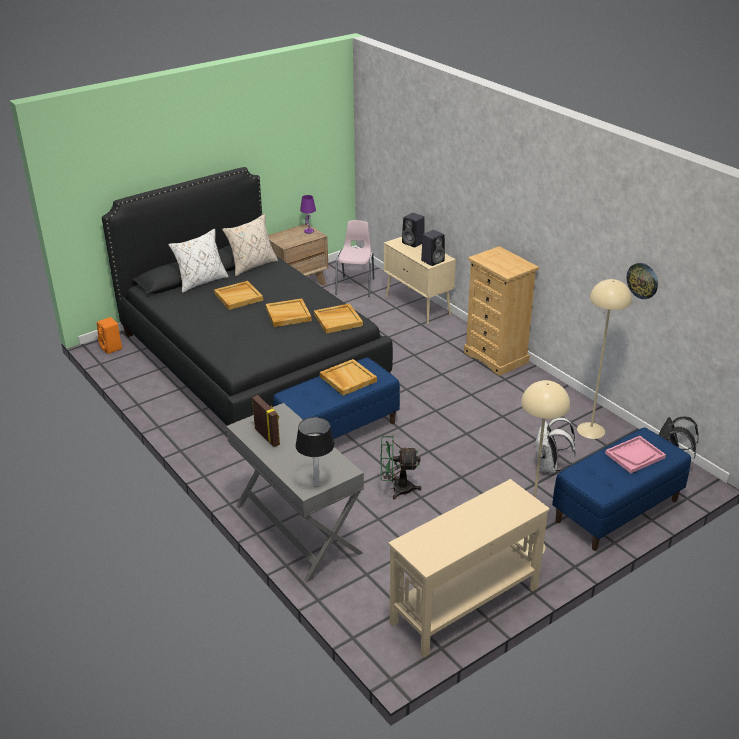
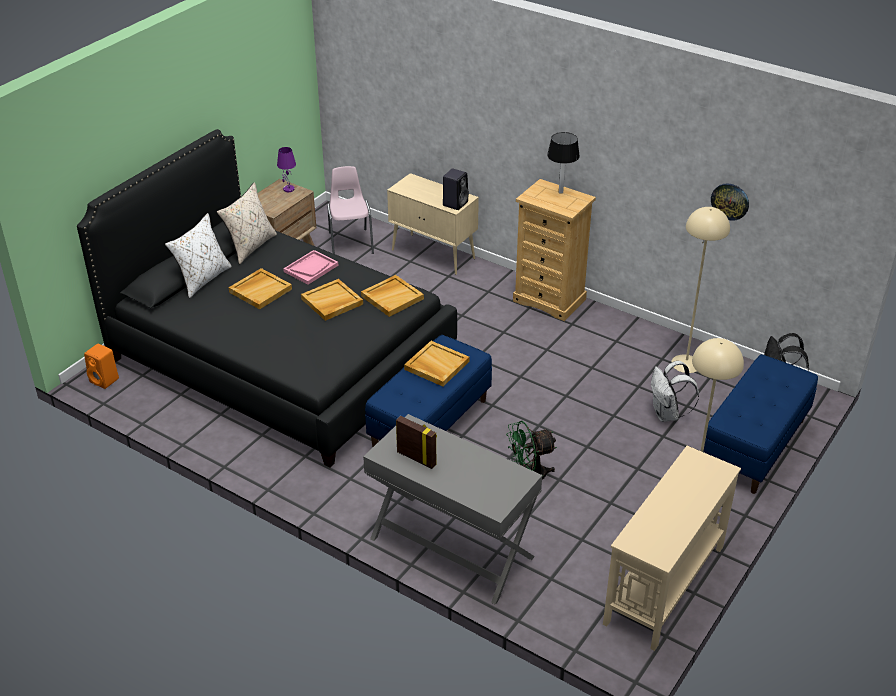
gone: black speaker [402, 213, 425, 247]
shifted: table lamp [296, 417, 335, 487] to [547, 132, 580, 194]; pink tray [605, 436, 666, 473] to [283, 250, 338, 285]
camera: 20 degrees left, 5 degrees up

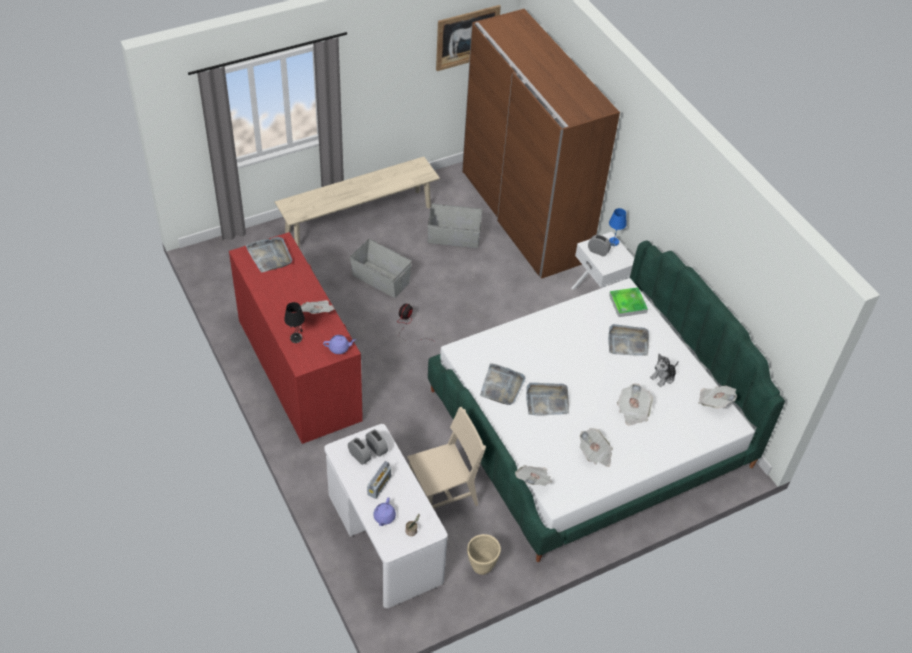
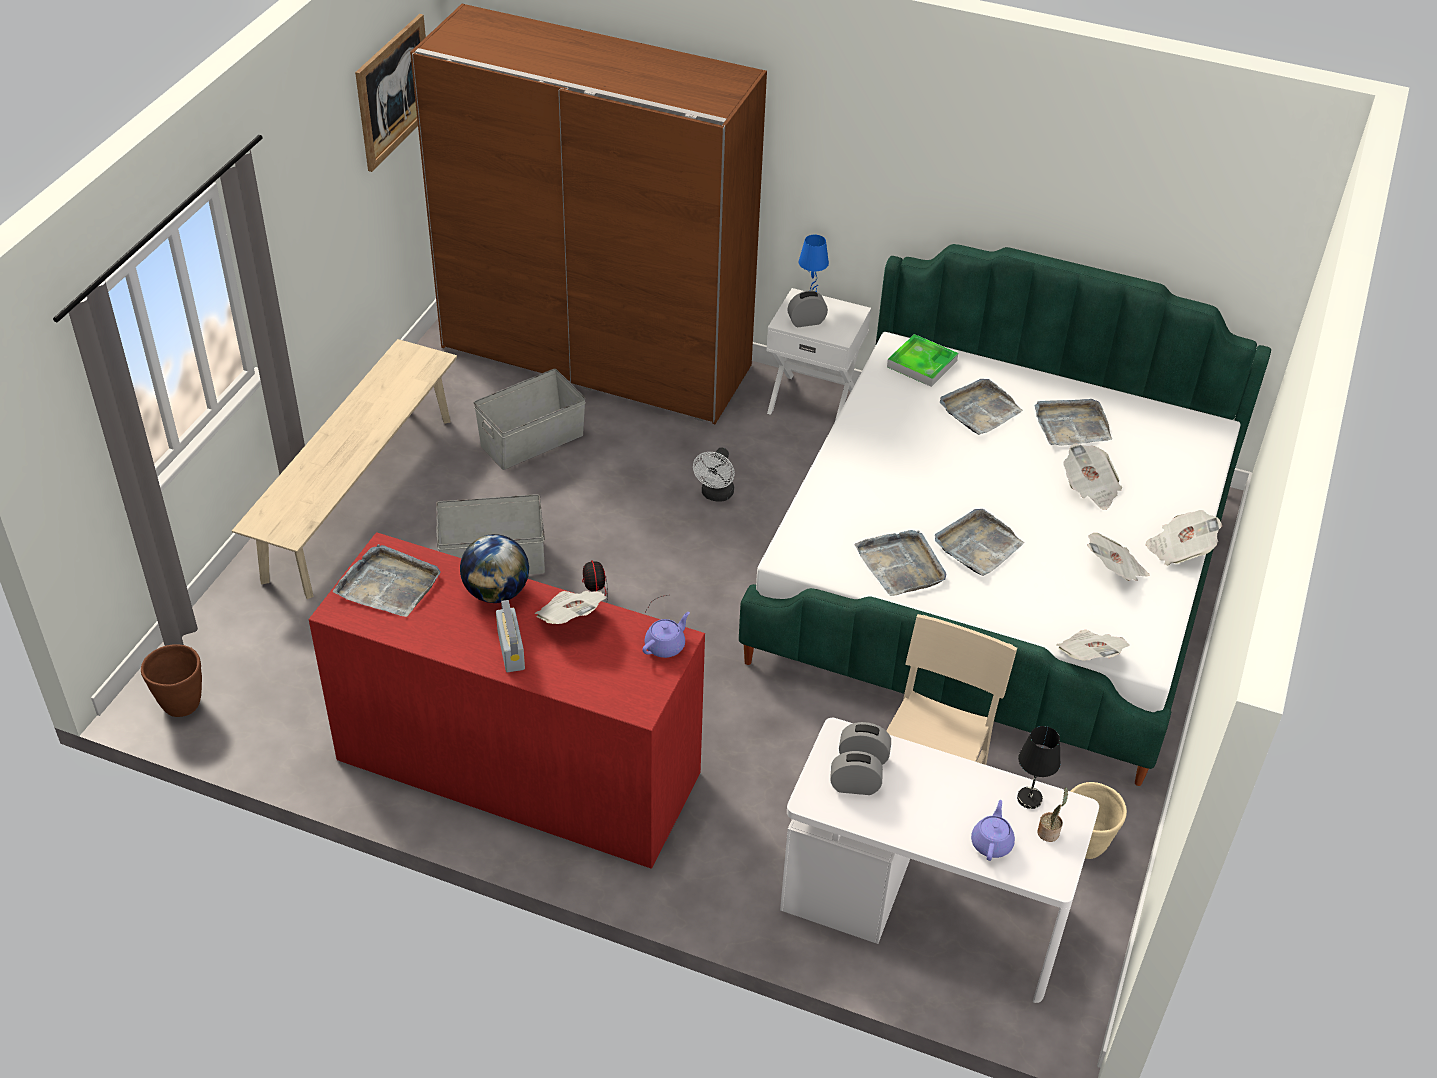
new: brown planter [141, 644, 202, 717]; globe [460, 534, 529, 603]; white fan [693, 448, 735, 502]
shifted: black table lamp [284, 302, 305, 343] to [1017, 726, 1060, 809]; radio [367, 461, 391, 499] to [496, 600, 525, 672]; newspaper [698, 386, 737, 408] to [1146, 510, 1222, 566]
swapped: plush toy [650, 354, 678, 387] to grey tray [1035, 399, 1112, 446]
rotated: purple teapot [373, 497, 396, 526] = [971, 800, 1015, 861] 135 degrees counterclockwise
camera: 40 degrees left, 5 degrees down

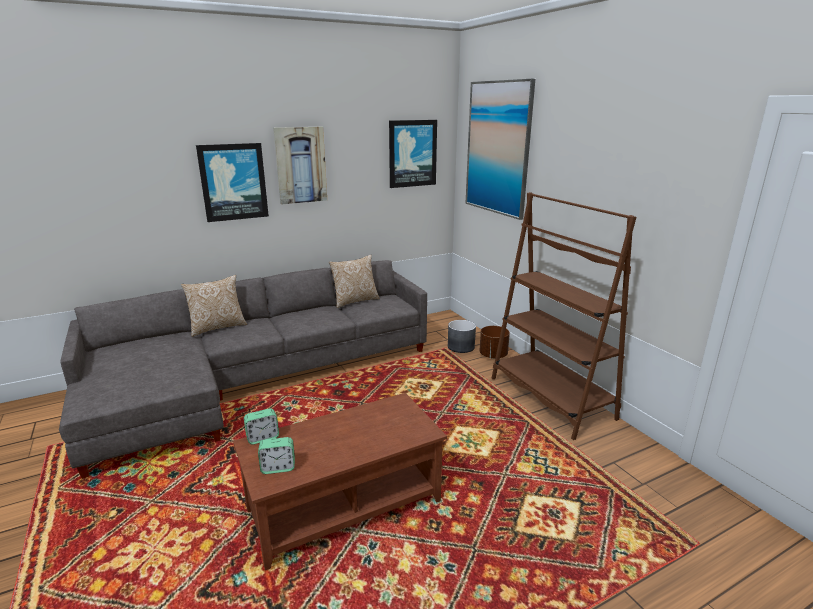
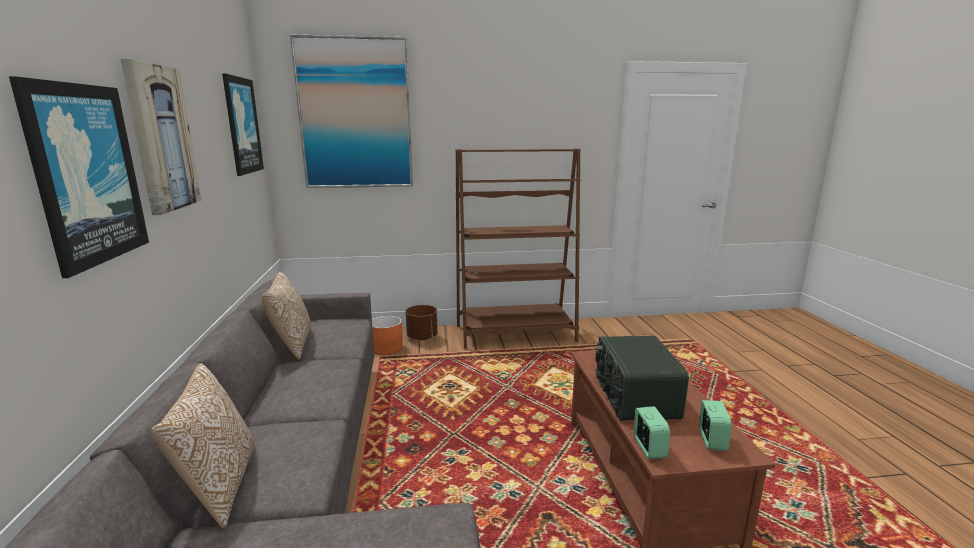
new: radio [595, 336, 689, 421]
repainted: grey planter [448, 320, 476, 353] to orange planter [372, 316, 403, 355]
camera: 70 degrees left, 5 degrees down

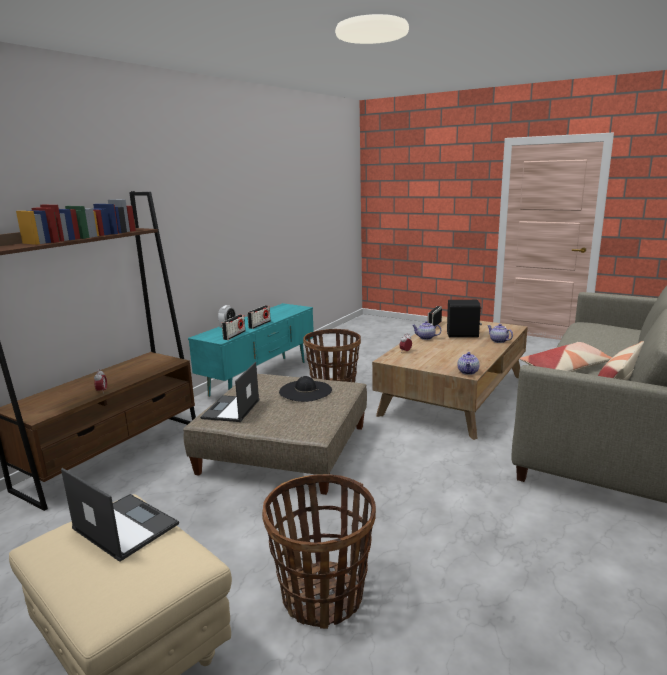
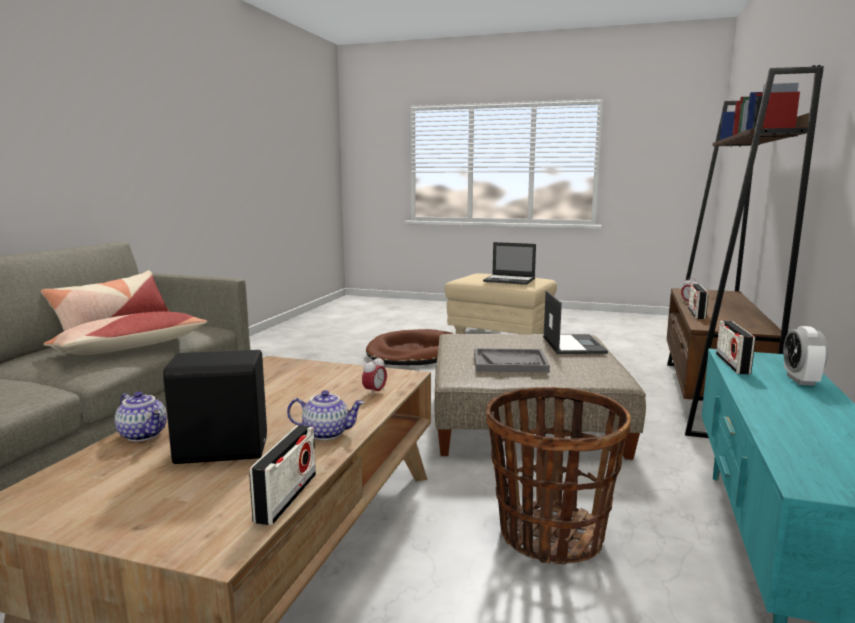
gone: teapot [457, 352, 479, 375]
shifted: radio [247, 305, 271, 329] to [688, 283, 708, 319]
swapped: basket [262, 474, 376, 629] to brown dog bed [366, 329, 454, 365]; black hat [279, 376, 332, 402] to grey tray [474, 348, 550, 373]
camera: 165 degrees right, 5 degrees down

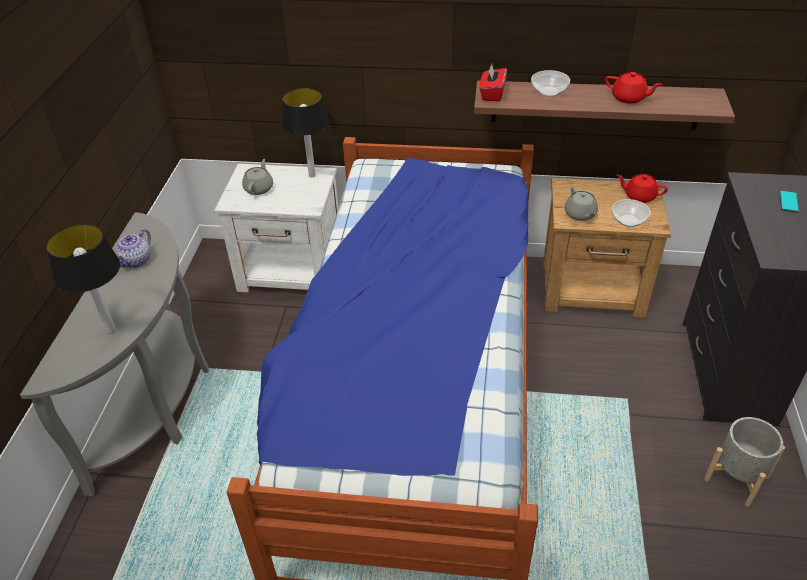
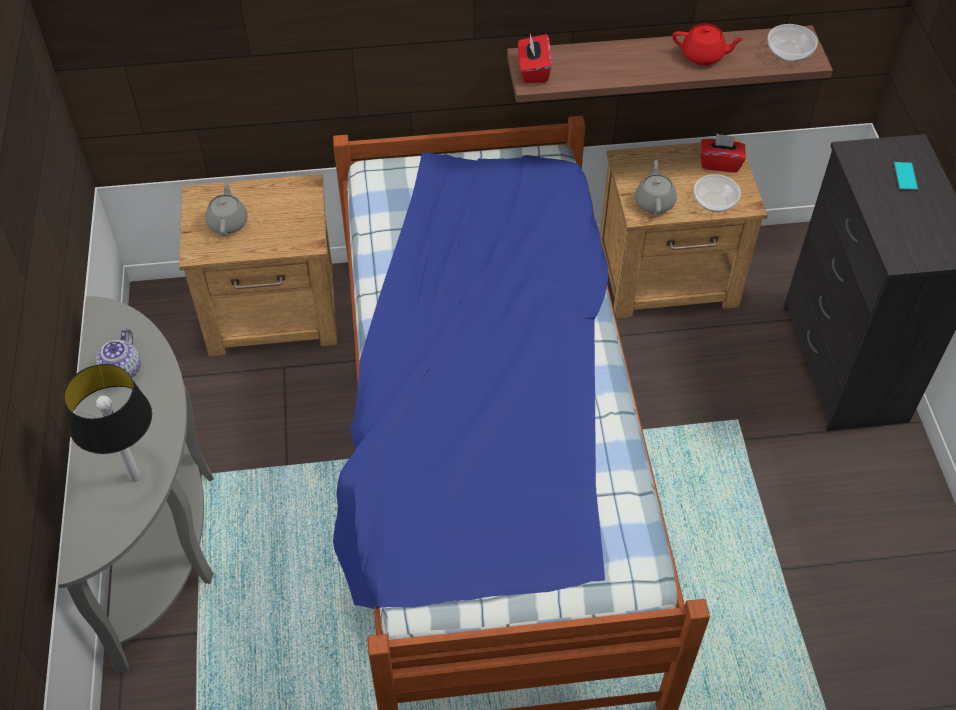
gone: table lamp [282, 88, 329, 177]; grey planter [704, 417, 785, 507]
shifted: bowl [531, 70, 570, 97] to [768, 24, 818, 62]
swapped: red teapot [617, 174, 668, 203] to red tissue box [700, 133, 746, 172]
repainted: white nightstand [214, 164, 338, 293] to brown nightstand [179, 174, 338, 357]
rotated: grey teapot [565, 187, 598, 221] = [635, 160, 677, 215] 150 degrees counterclockwise
camera: 15 degrees left, 10 degrees up

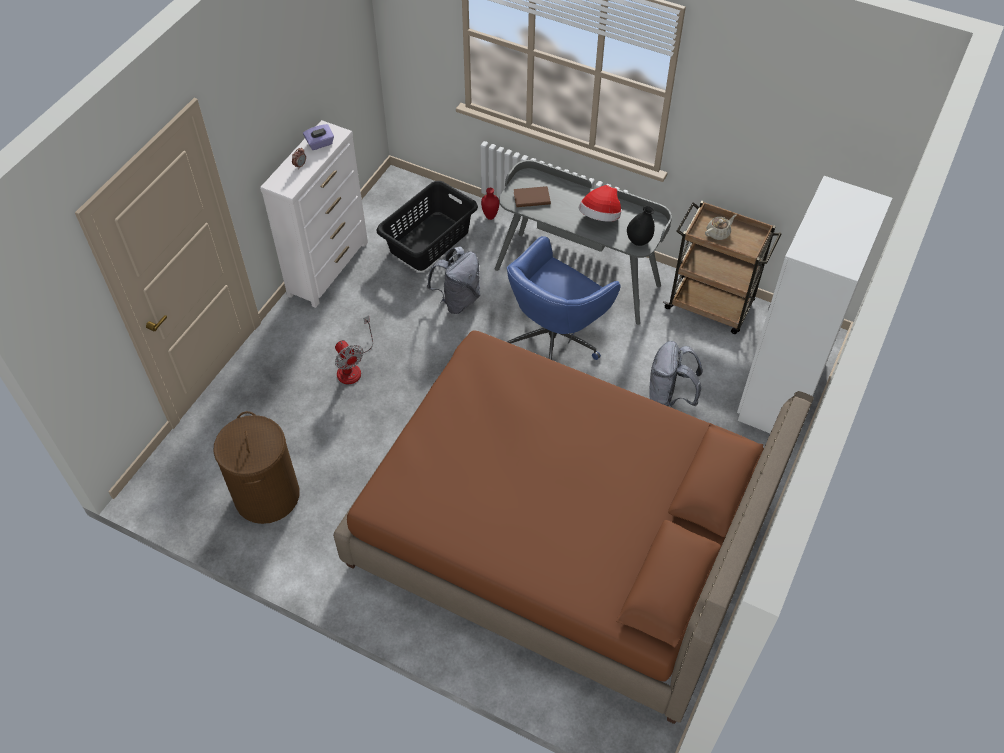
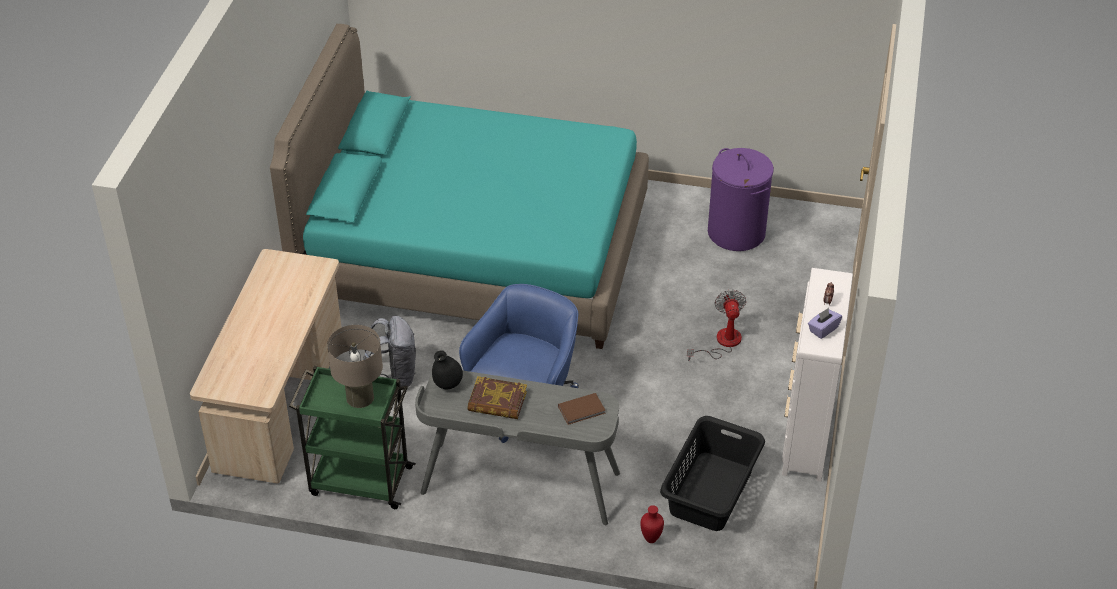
gone: grey backpack [427, 246, 480, 314]
swapped: hat [579, 185, 621, 222] to book [468, 376, 527, 419]; beige teapot [705, 214, 737, 240] to beige table lamp [327, 325, 383, 408]; white wardrobe [737, 176, 892, 433] to beige desk [190, 249, 342, 484]
repainted: brown laundry basket [213, 411, 300, 524] to purple laundry basket [708, 148, 774, 251]; brown bed [333, 330, 814, 724] to turquoise bed [270, 24, 649, 349]; brown cart [663, 201, 781, 334] to green cart [289, 366, 416, 509]
rotated: fan [335, 316, 373, 384] = [687, 290, 746, 361] 45 degrees clockwise
camera: 165 degrees right, 10 degrees down

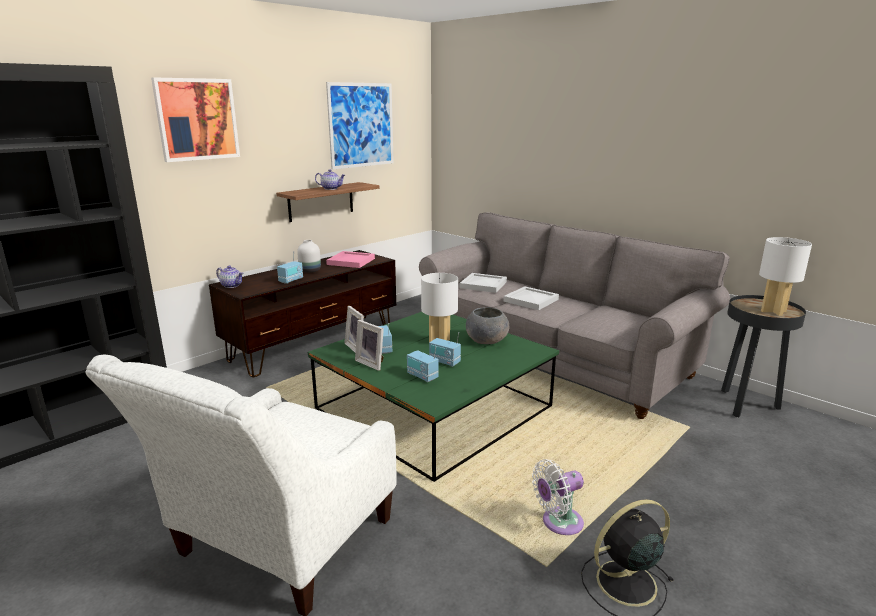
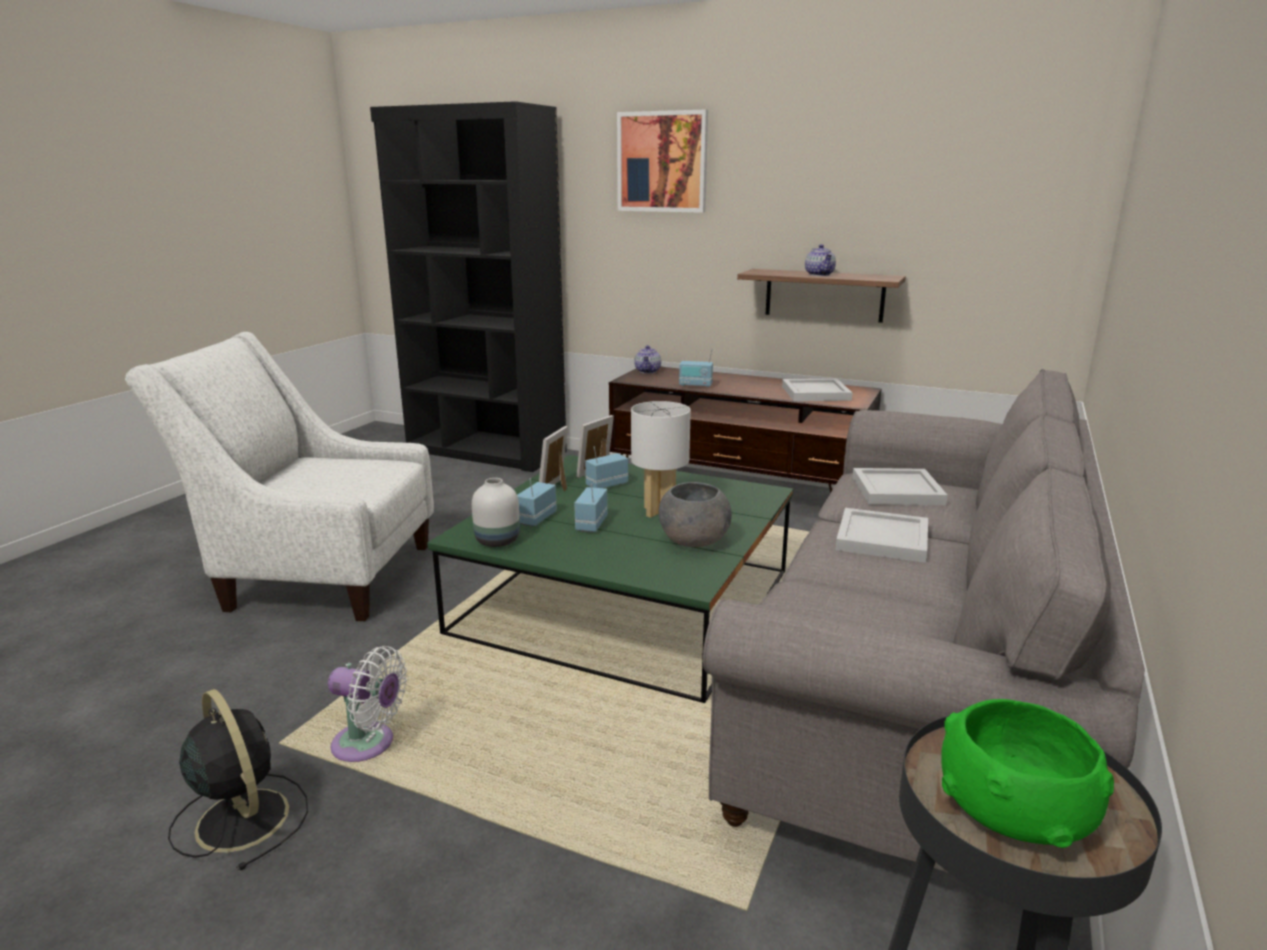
gone: picture [326, 82, 394, 170]
shifted: white vase [297, 240, 321, 273] to [472, 478, 520, 547]
swapped: white table lamp [759, 237, 812, 316] to green bowl [941, 699, 1114, 848]
repainted: pink tray [326, 251, 375, 268] to white tray [782, 379, 852, 401]
rotated: white fan [532, 459, 584, 535] = [328, 646, 407, 762] 150 degrees clockwise
camera: 70 degrees right, 0 degrees up

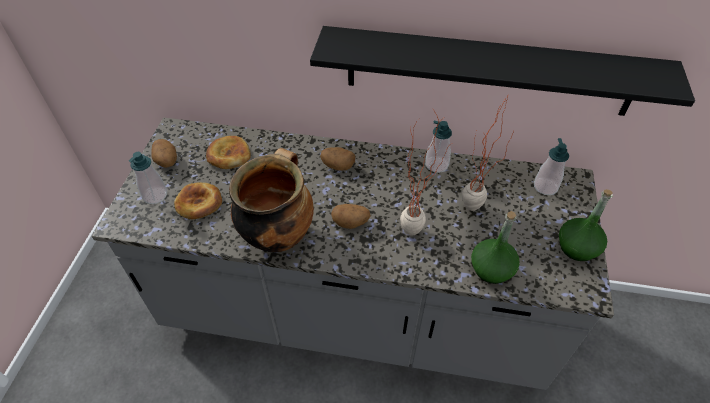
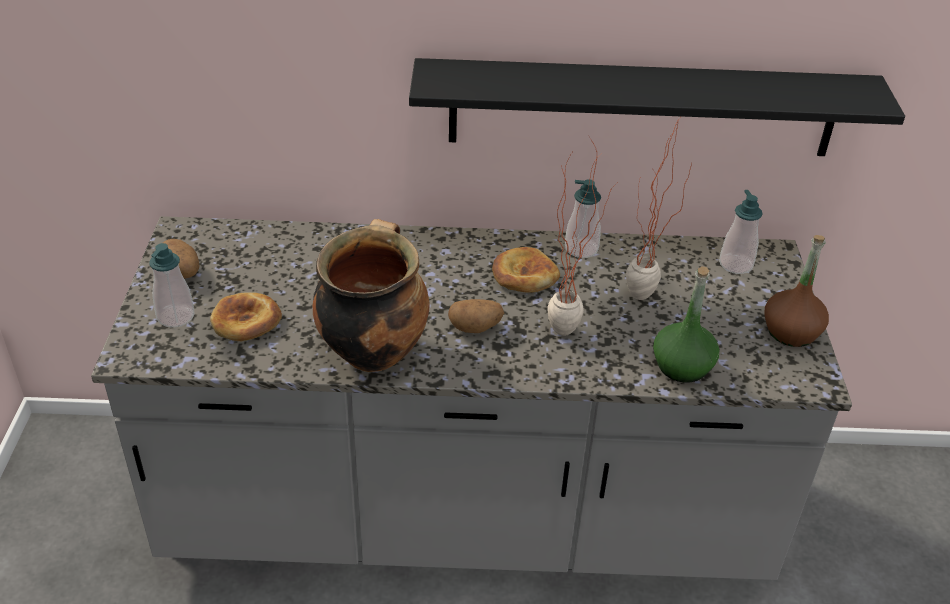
gone: potato [320, 147, 355, 170]
shifted: bread [206, 136, 251, 169] to [492, 247, 560, 293]
repainted: green bottle [559, 189, 613, 261] to brown bottle [764, 235, 829, 347]
camera: 10 degrees left, 10 degrees down

